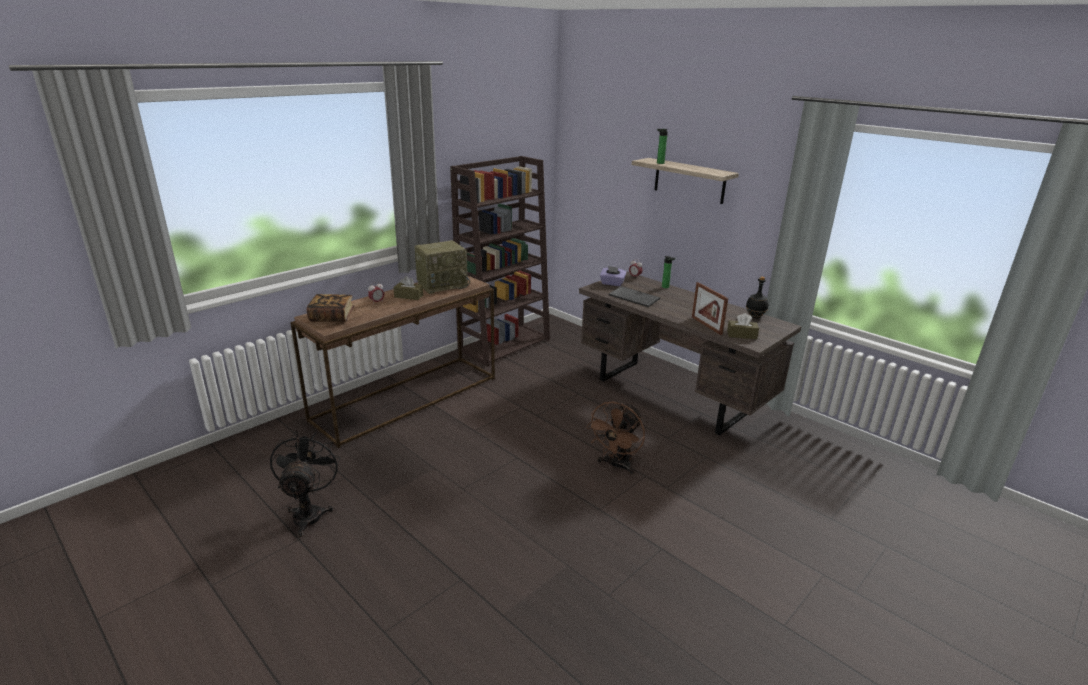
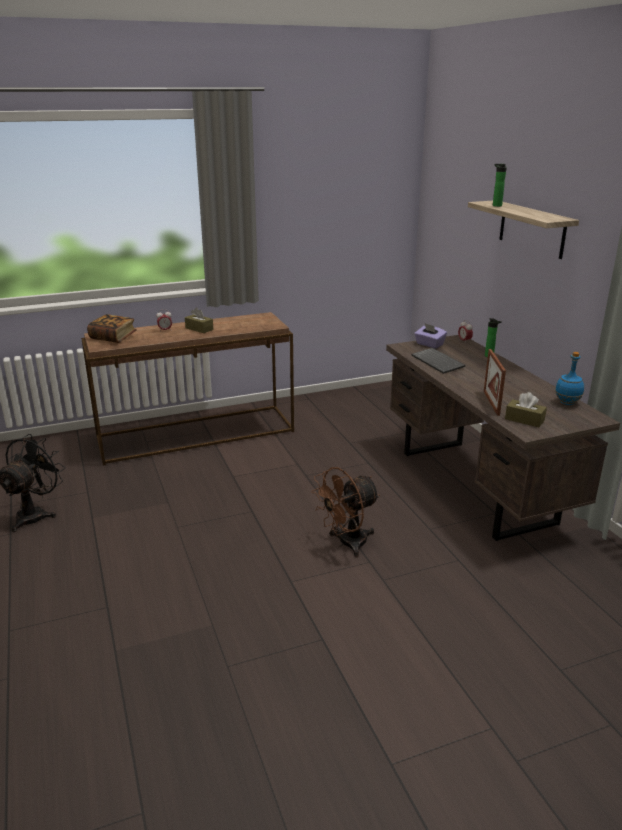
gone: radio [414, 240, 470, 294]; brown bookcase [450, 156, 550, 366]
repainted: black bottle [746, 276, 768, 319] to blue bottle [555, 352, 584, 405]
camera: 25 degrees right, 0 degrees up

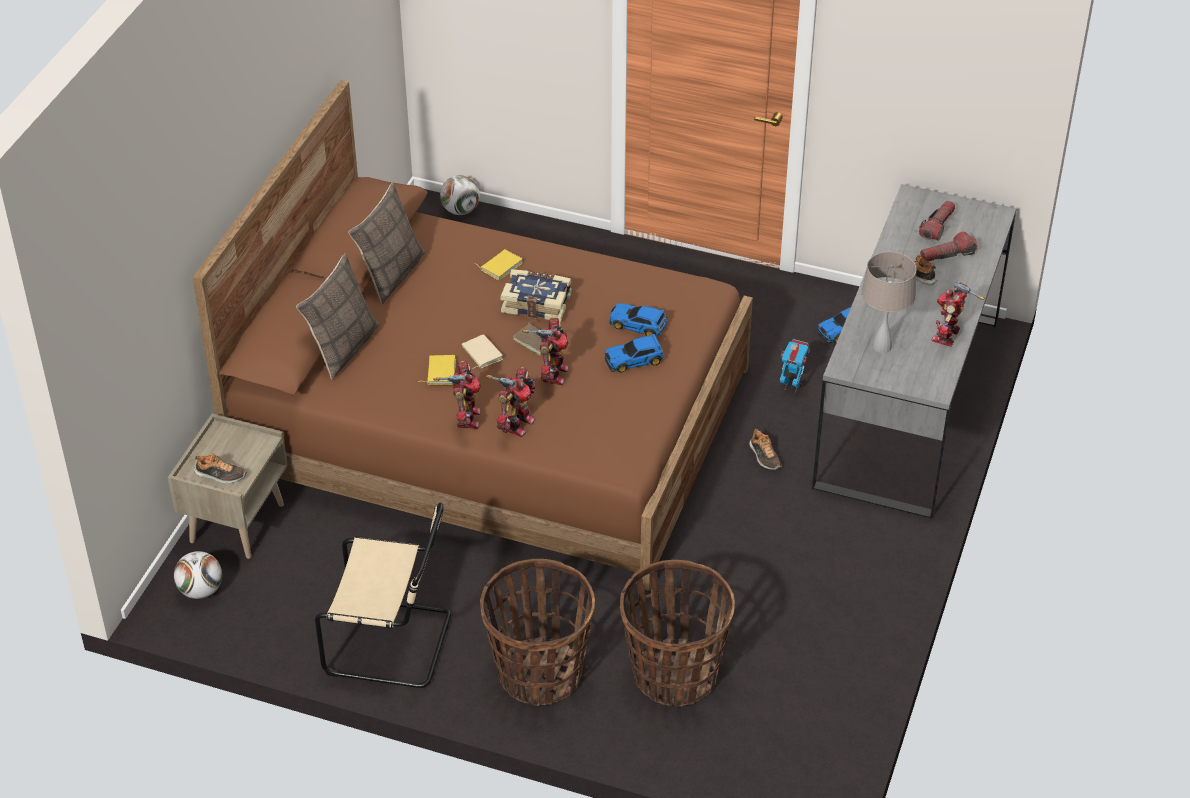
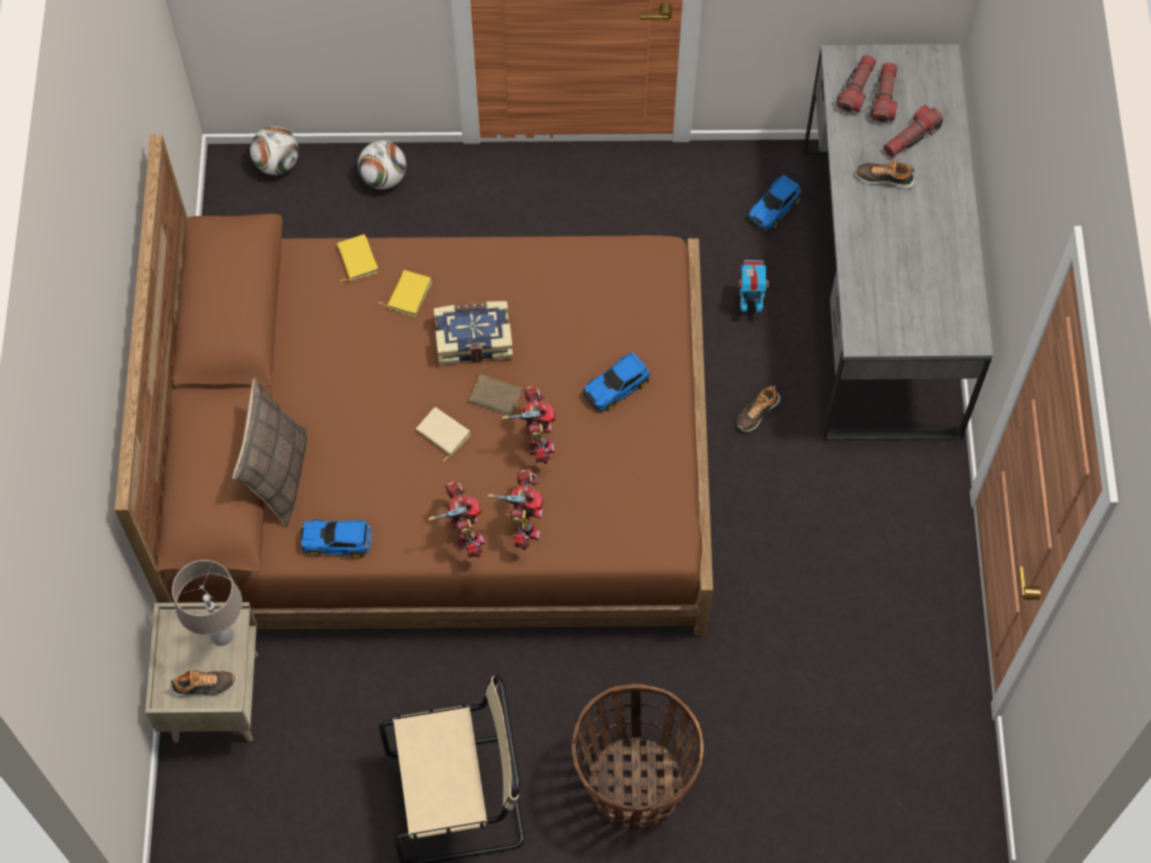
gone: pillow [348, 182, 425, 304]; basket [620, 560, 735, 707]; toy robot [931, 282, 984, 347]
new: flashlight [836, 55, 876, 113]
shifted: football [174, 551, 222, 599] to [358, 140, 407, 189]; yellow book [419, 355, 456, 385] to [337, 234, 379, 281]; toy car [609, 303, 668, 336] to [300, 519, 372, 558]; beige table lamp [861, 252, 917, 353] to [172, 560, 242, 646]
rotated: shoe [749, 429, 782, 470] = [737, 386, 780, 432] 90 degrees clockwise
camera: 20 degrees left, 20 degrees up

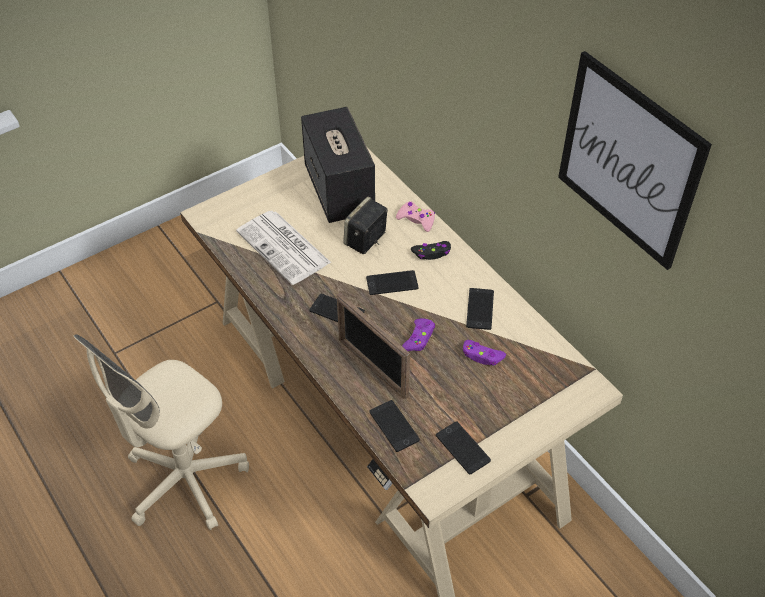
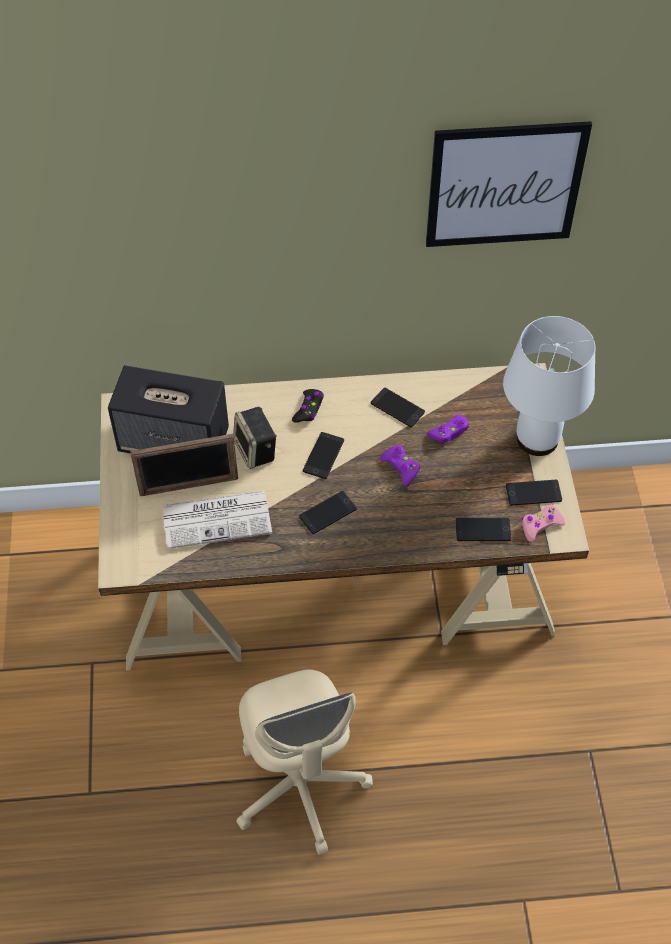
new: white table lamp [503, 316, 595, 456]
shifted: picture frame [337, 293, 410, 400] to [130, 434, 238, 496]; pink game controller [396, 201, 435, 232] to [522, 504, 566, 542]
camera: 60 degrees left, 5 degrees up

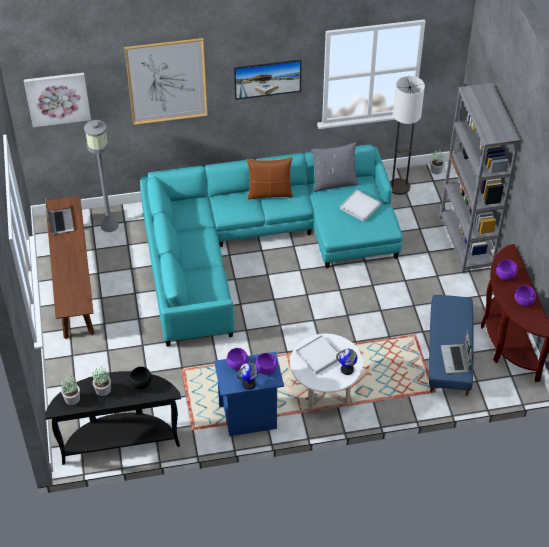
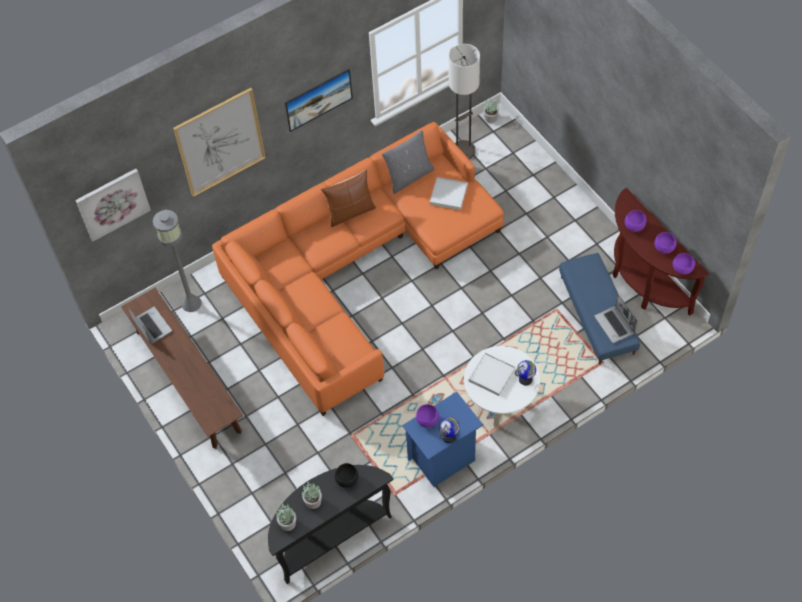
gone: grey bookcase [440, 83, 520, 273]
shifted: purple bowl [255, 353, 277, 375] to [673, 253, 695, 275]
repainted: turquoise sofa [140, 144, 403, 346] to orange sofa [212, 122, 504, 416]
camera: 20 degrees left, 10 degrees up

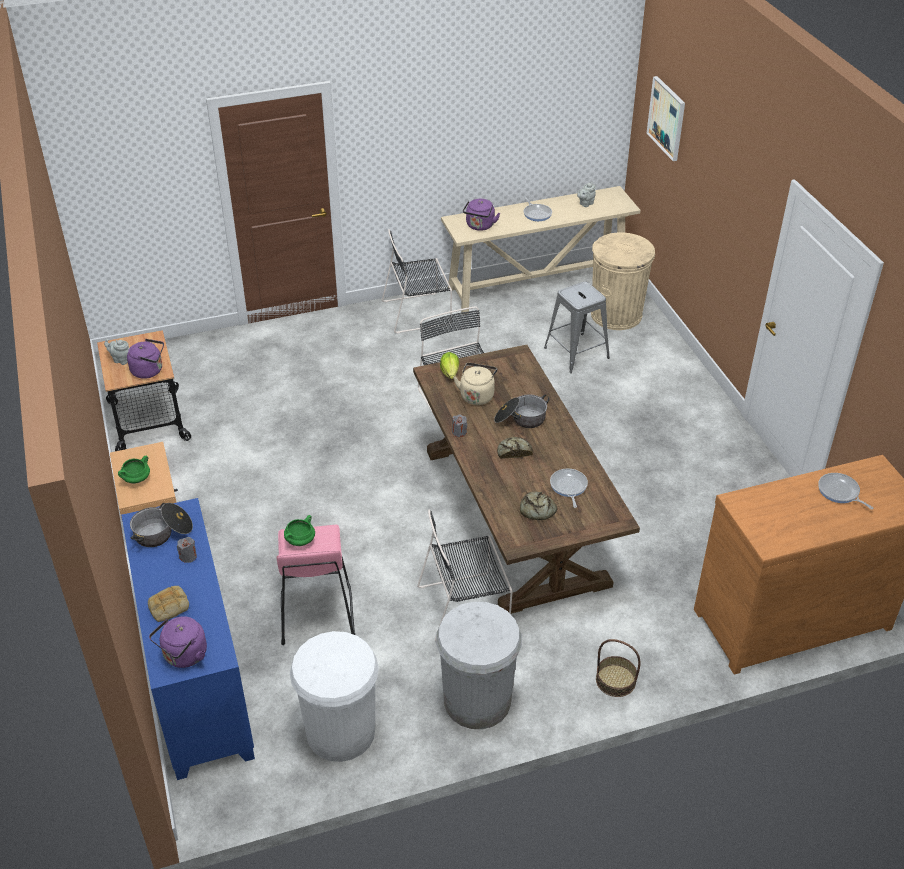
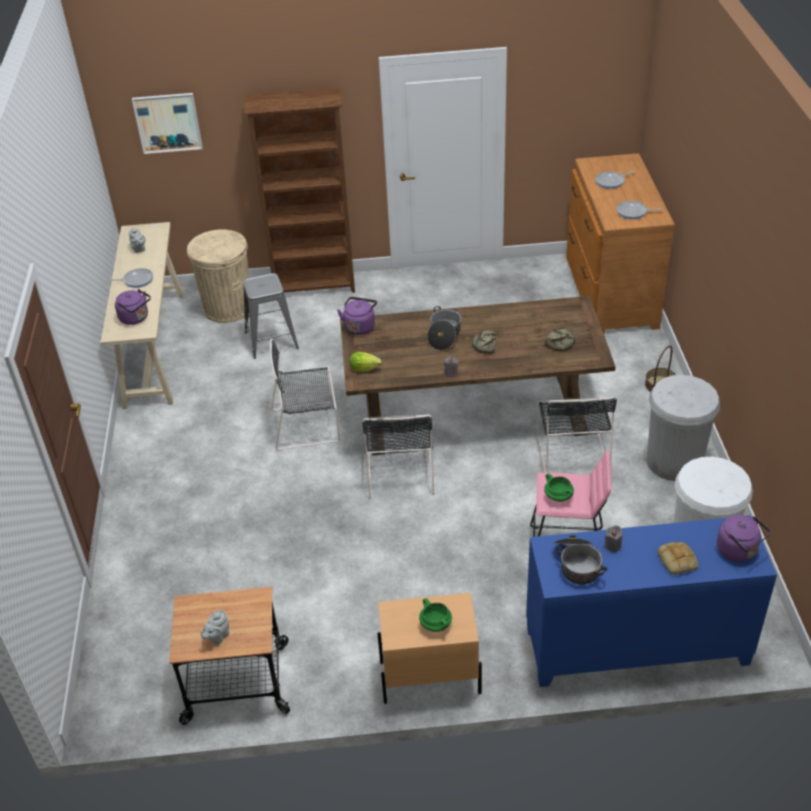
gone: beige kettle [453, 363, 497, 405]
new: brown bookcase [244, 88, 355, 293]
shifted: purple kettle [127, 339, 164, 379] to [337, 297, 377, 335]; black chair [382, 229, 452, 334] to [362, 414, 435, 499]; frying pan [550, 469, 588, 508] to [616, 201, 663, 219]
camera: 75 degrees left, 0 degrees up

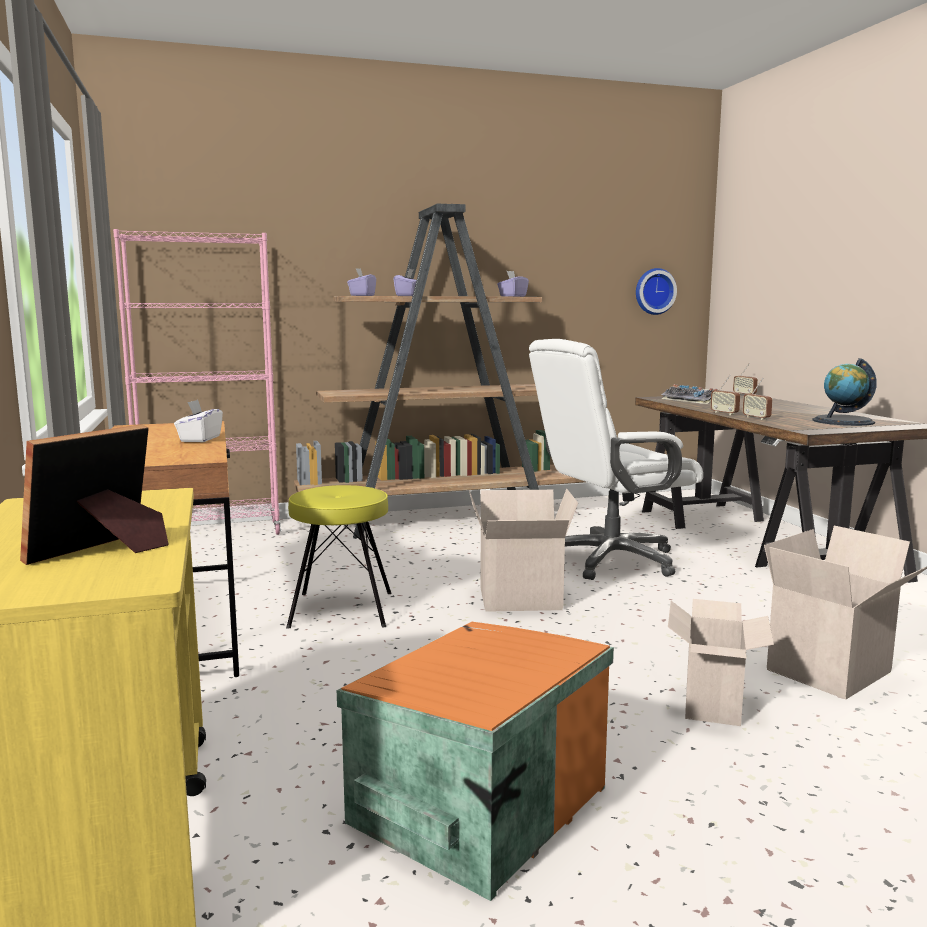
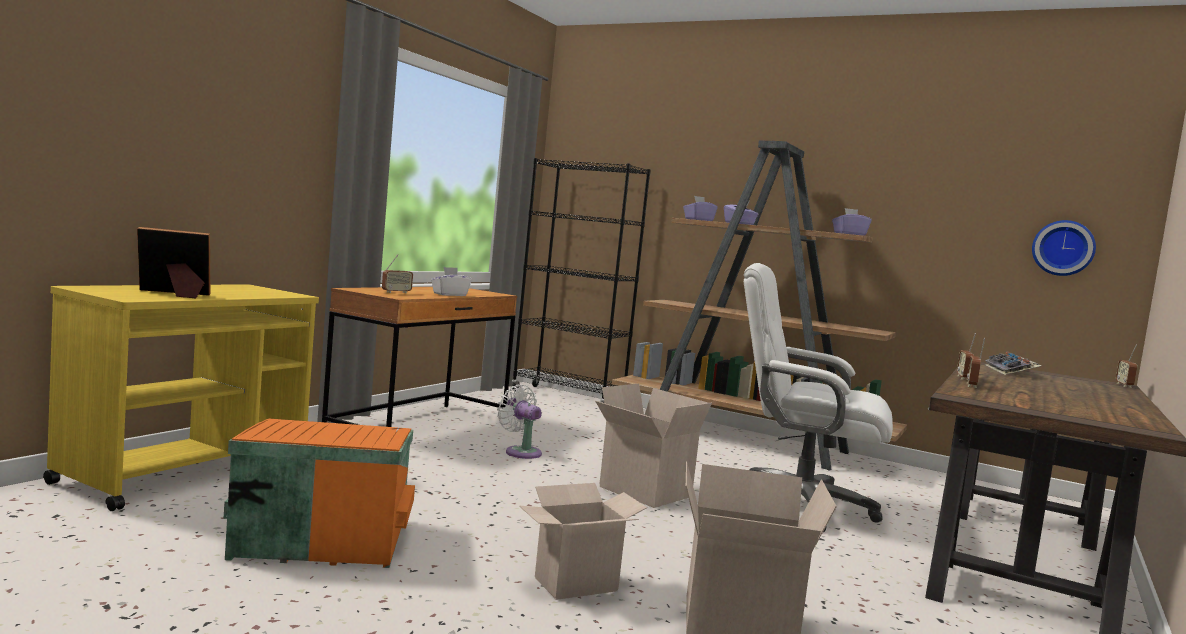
gone: globe [812, 358, 877, 426]
new: radio [382, 254, 413, 293]
swapped: yellow stool [286, 485, 392, 629] to white fan [497, 384, 542, 459]
repainted: pink bookcase [113, 229, 281, 535] to black bookcase [512, 158, 651, 403]
camera: 45 degrees right, 5 degrees down

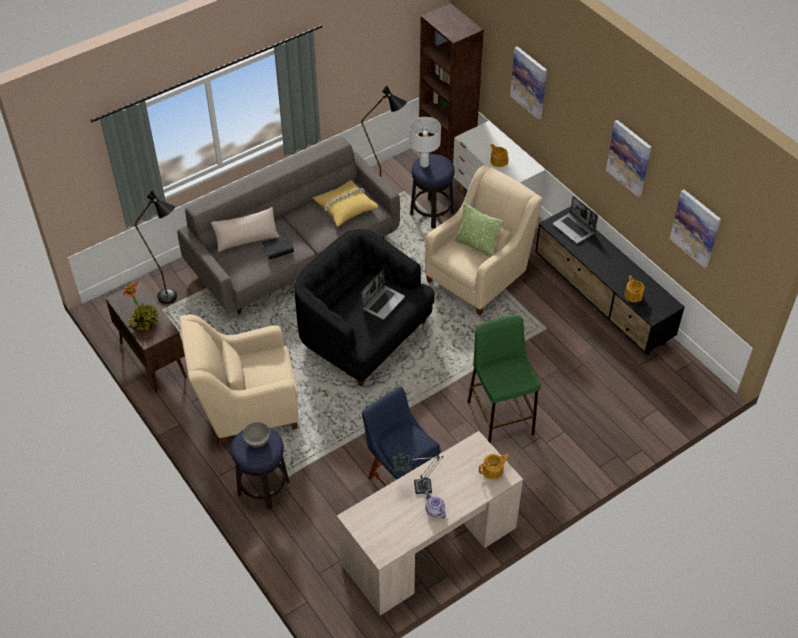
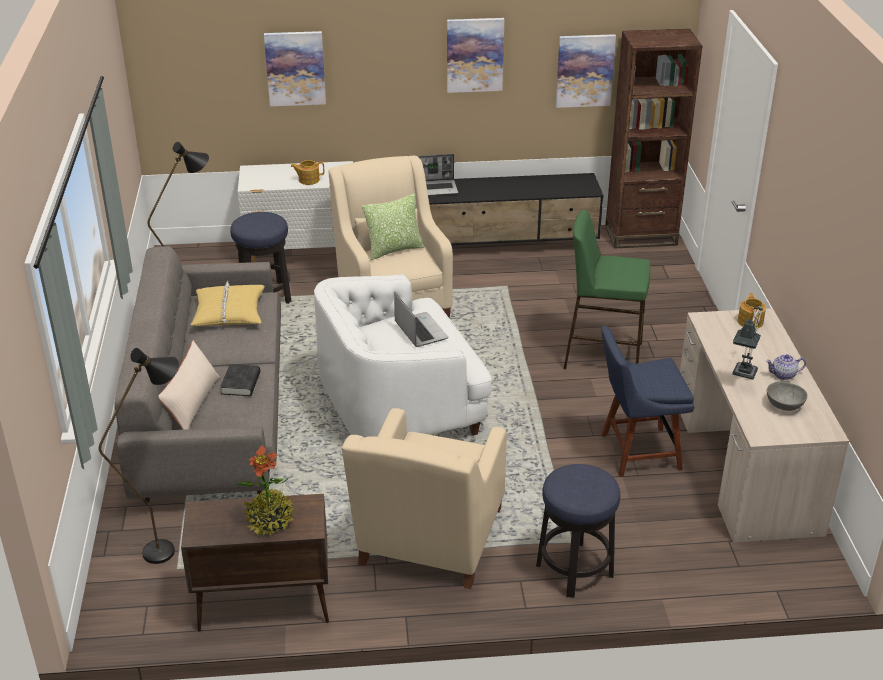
gone: white table lamp [410, 117, 441, 167]; teapot [625, 275, 645, 302]
shifted: grey bowl [243, 422, 270, 447] to [767, 381, 807, 411]; brown bookcase [419, 3, 484, 163] to [605, 29, 702, 249]
repainted: black armchair [294, 229, 434, 386] to white armchair [314, 274, 492, 437]
camera: 60 degrees left, 15 degrees down

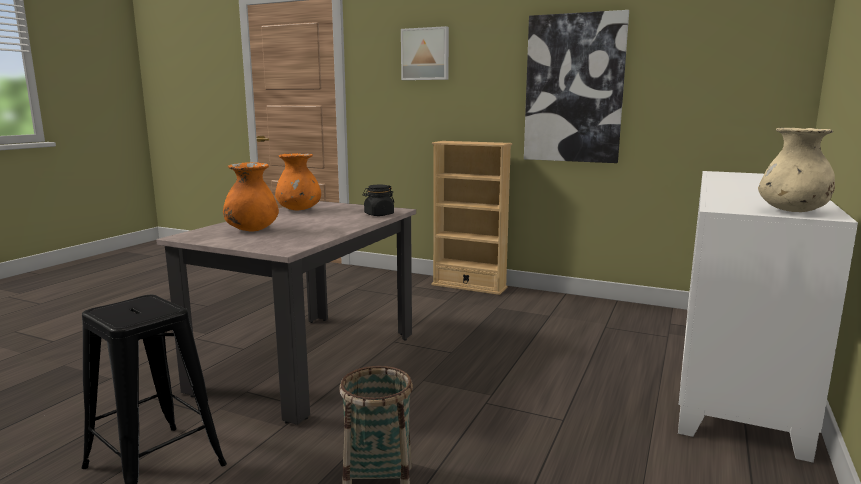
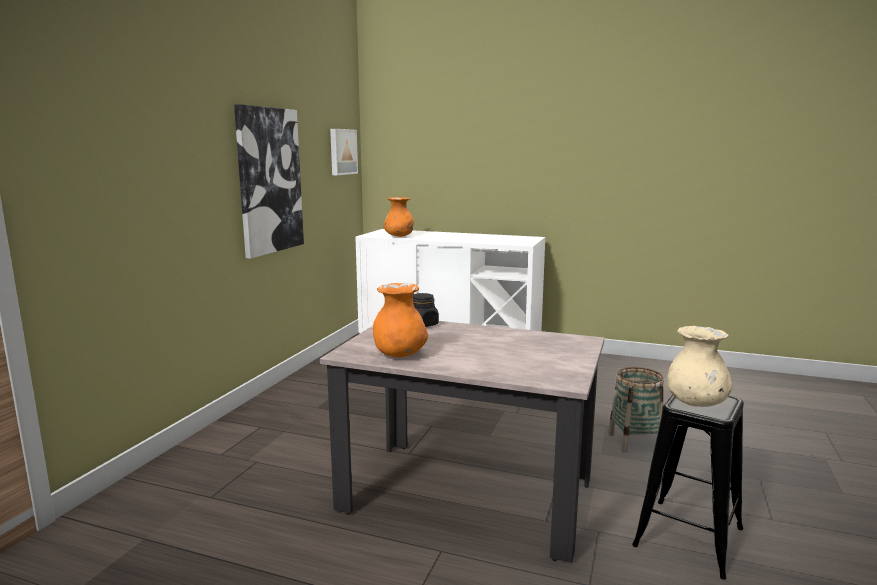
gone: beige bookcase [432, 141, 512, 295]
shifted: orange vase [223, 162, 279, 232] to [383, 197, 414, 237]; picture [401, 26, 449, 80] to [330, 129, 358, 175]; beige vase [758, 128, 835, 212] to [667, 326, 733, 407]
camera: 95 degrees left, 0 degrees up

